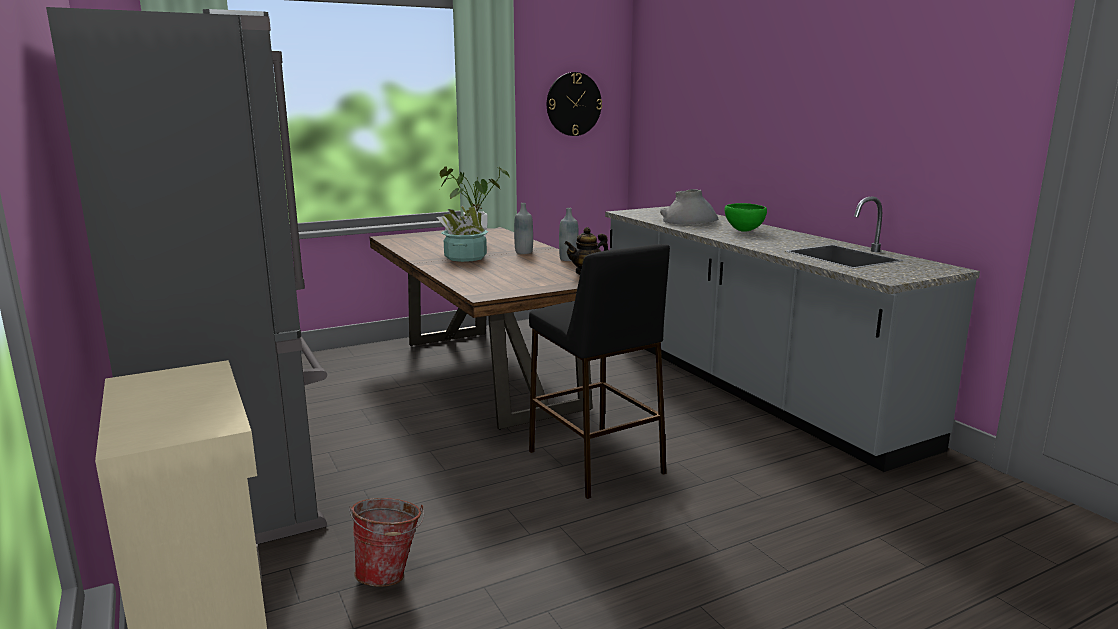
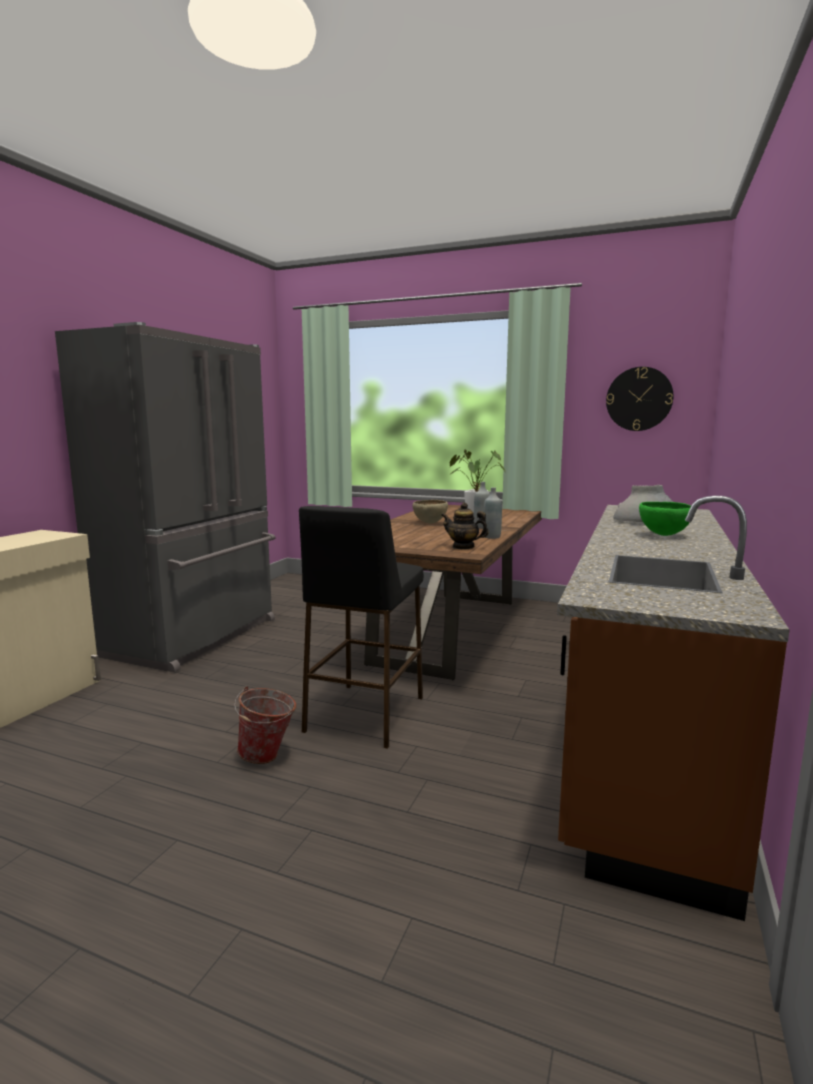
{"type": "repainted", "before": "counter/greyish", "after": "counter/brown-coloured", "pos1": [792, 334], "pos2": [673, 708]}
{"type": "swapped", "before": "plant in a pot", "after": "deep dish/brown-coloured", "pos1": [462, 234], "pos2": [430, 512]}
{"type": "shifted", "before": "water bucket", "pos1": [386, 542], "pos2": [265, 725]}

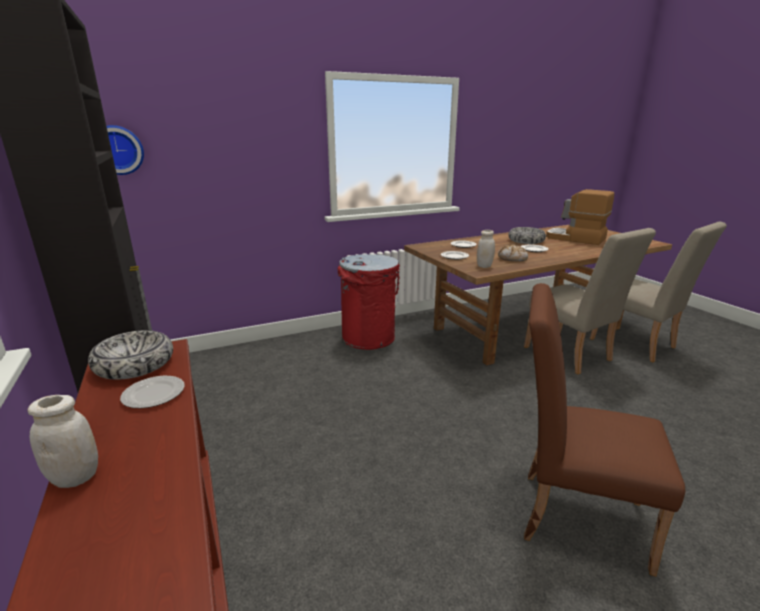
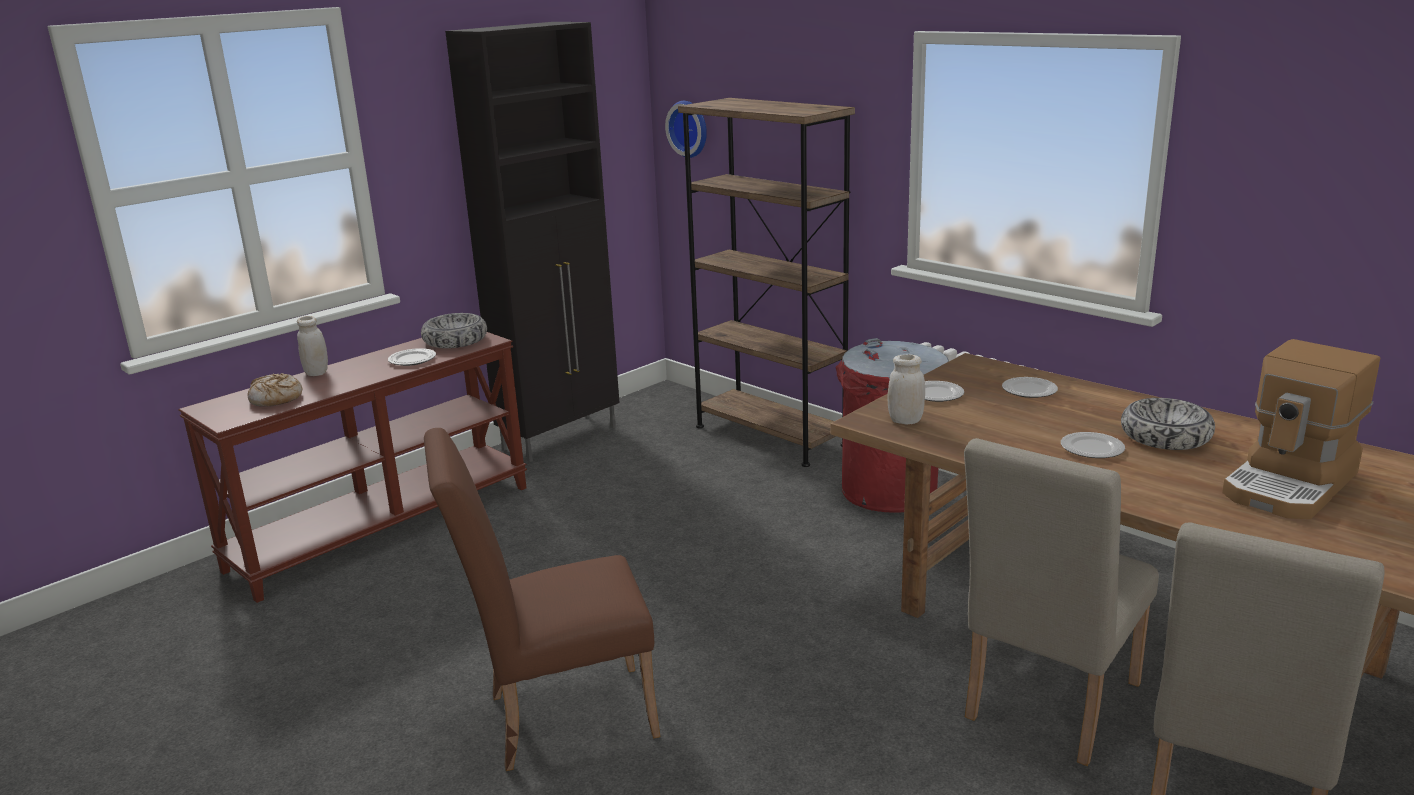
{"type": "rotated", "before": "coffee machine", "pos1": [580, 217], "pos2": [1301, 429], "turn": -150}
{"type": "shifted", "before": "bread", "pos1": [513, 253], "pos2": [275, 390]}
{"type": "rotated", "before": "plain chair/brown-coloured", "pos1": [604, 429], "pos2": [542, 599], "turn": -105}
{"type": "new", "after": "bookcase/brown-coloured", "pos2": [766, 282]}

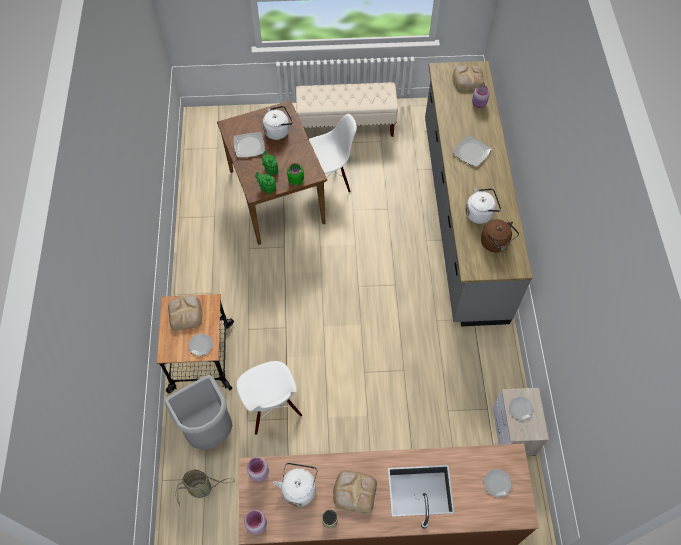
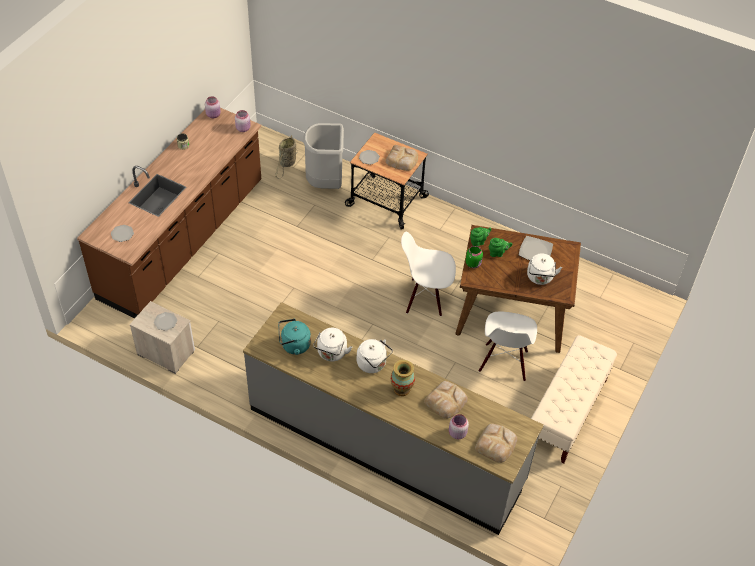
{"type": "swapped", "before": "plate", "after": "vase", "pos1": [472, 151], "pos2": [403, 378]}
{"type": "repainted", "before": "kettle/brown-coloured", "after": "kettle/turquoise", "pos1": [500, 236], "pos2": [294, 337]}
{"type": "shifted", "before": "plain chair/white-coloured", "pos1": [269, 398], "pos2": [428, 274]}
{"type": "shifted", "before": "kettle/white-coloured", "pos1": [295, 485], "pos2": [375, 356]}
{"type": "shifted", "before": "bread", "pos1": [355, 492], "pos2": [446, 400]}

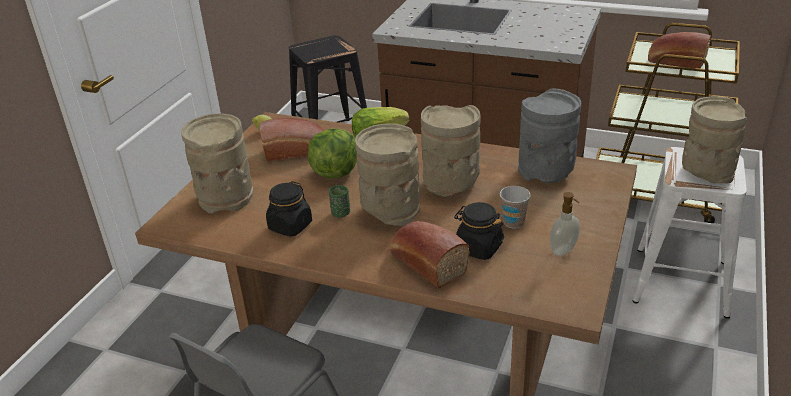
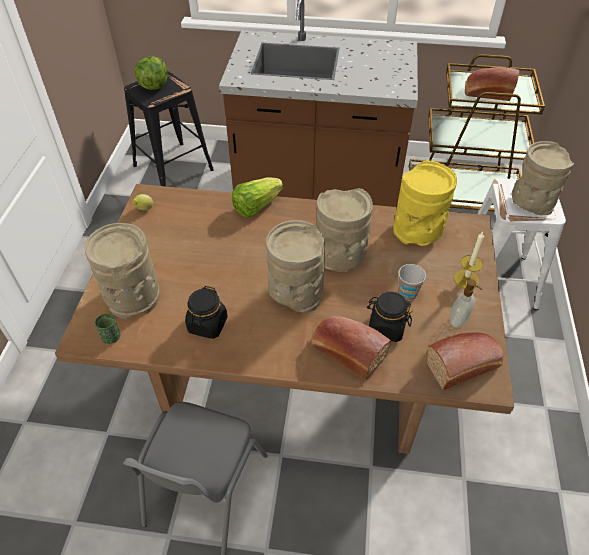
{"type": "repainted", "before": "vase/greyish", "after": "vase/yellow-coloured", "pos1": [549, 135], "pos2": [425, 203]}
{"type": "shifted", "before": "bread", "pos1": [292, 140], "pos2": [465, 361]}
{"type": "shifted", "before": "lettuce head", "pos1": [332, 153], "pos2": [151, 73]}
{"type": "shifted", "before": "cup/green", "pos1": [339, 201], "pos2": [107, 329]}
{"type": "new", "after": "wax light", "pos2": [469, 260]}

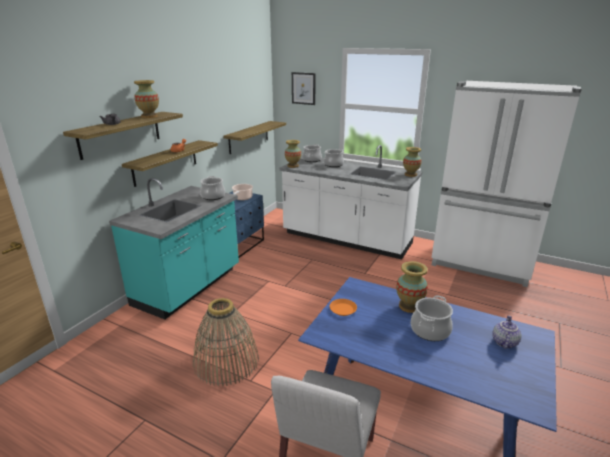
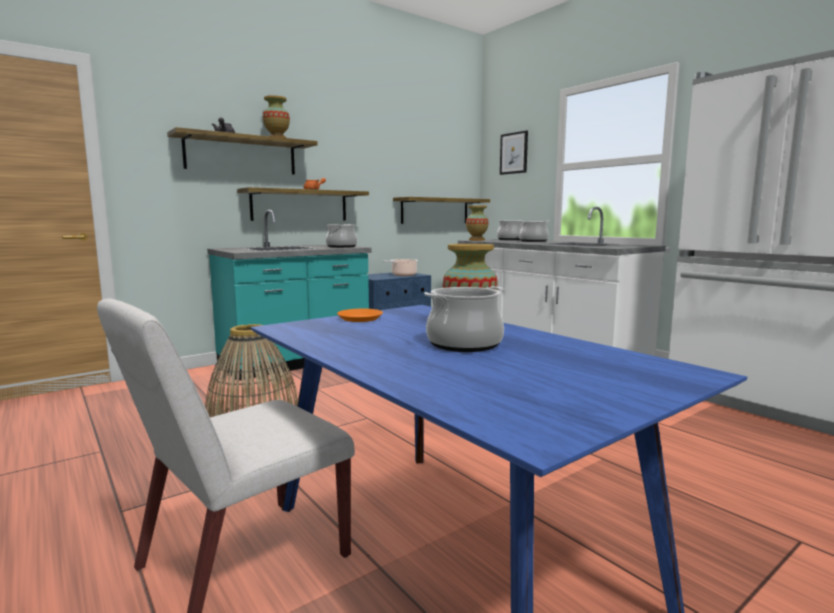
{"type": "gone", "before": "vase", "pos1": [412, 162]}
{"type": "gone", "before": "teapot", "pos1": [507, 332]}

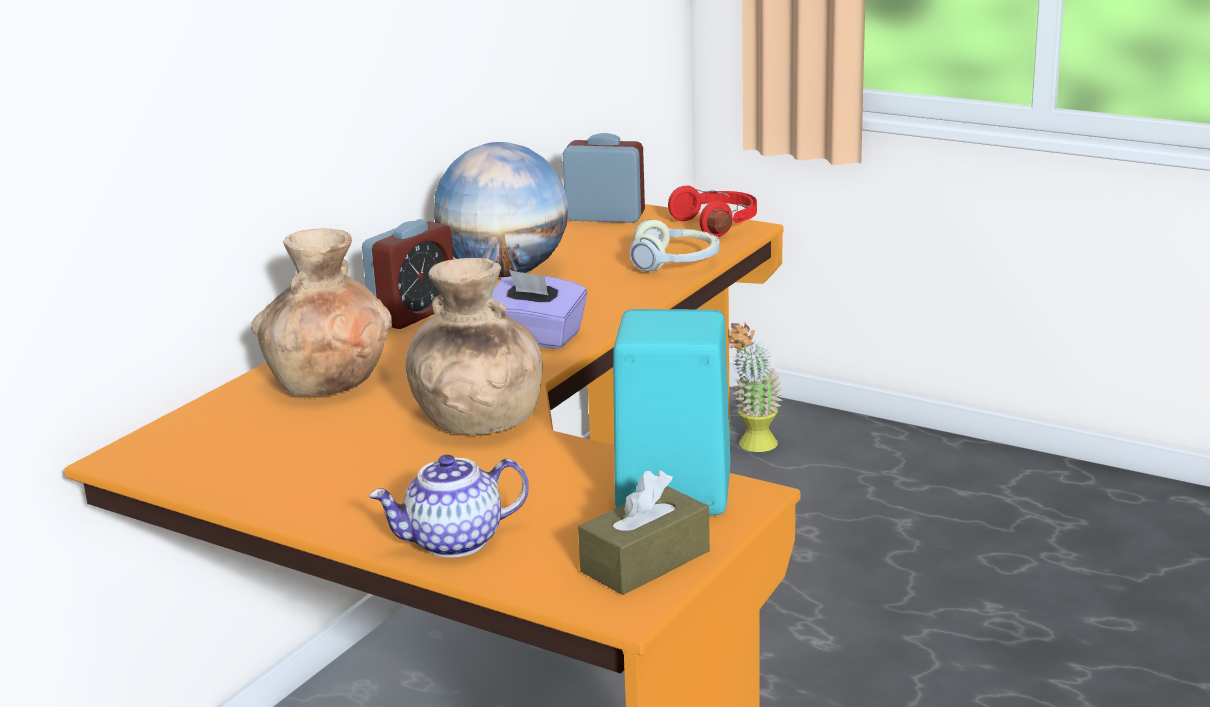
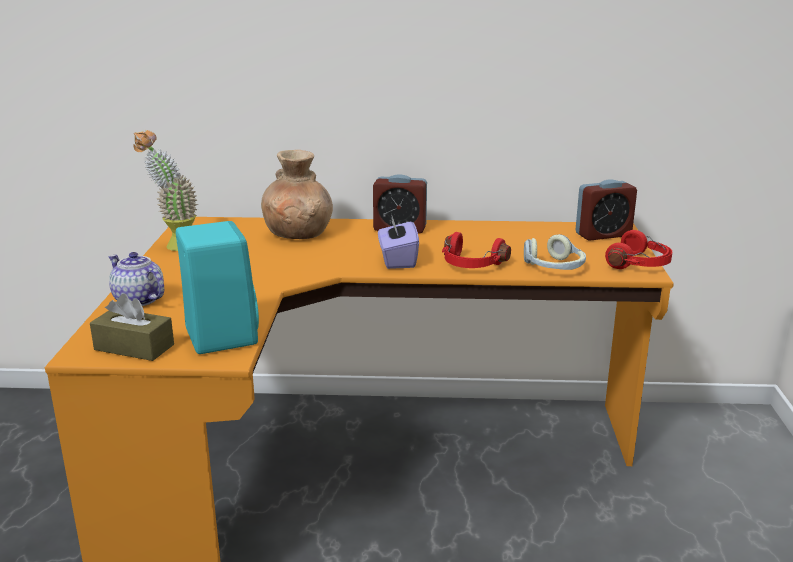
{"type": "rotated", "before": "bedside clock", "pos1": [604, 178], "pos2": [606, 210], "turn": 90}
{"type": "gone", "before": "world globe", "pos1": [501, 209]}
{"type": "gone", "before": "vase/brown-coloured", "pos1": [474, 346]}
{"type": "shifted", "before": "plant in a pot", "pos1": [756, 387], "pos2": [165, 190]}
{"type": "new", "after": "headset/red", "pos2": [476, 250]}

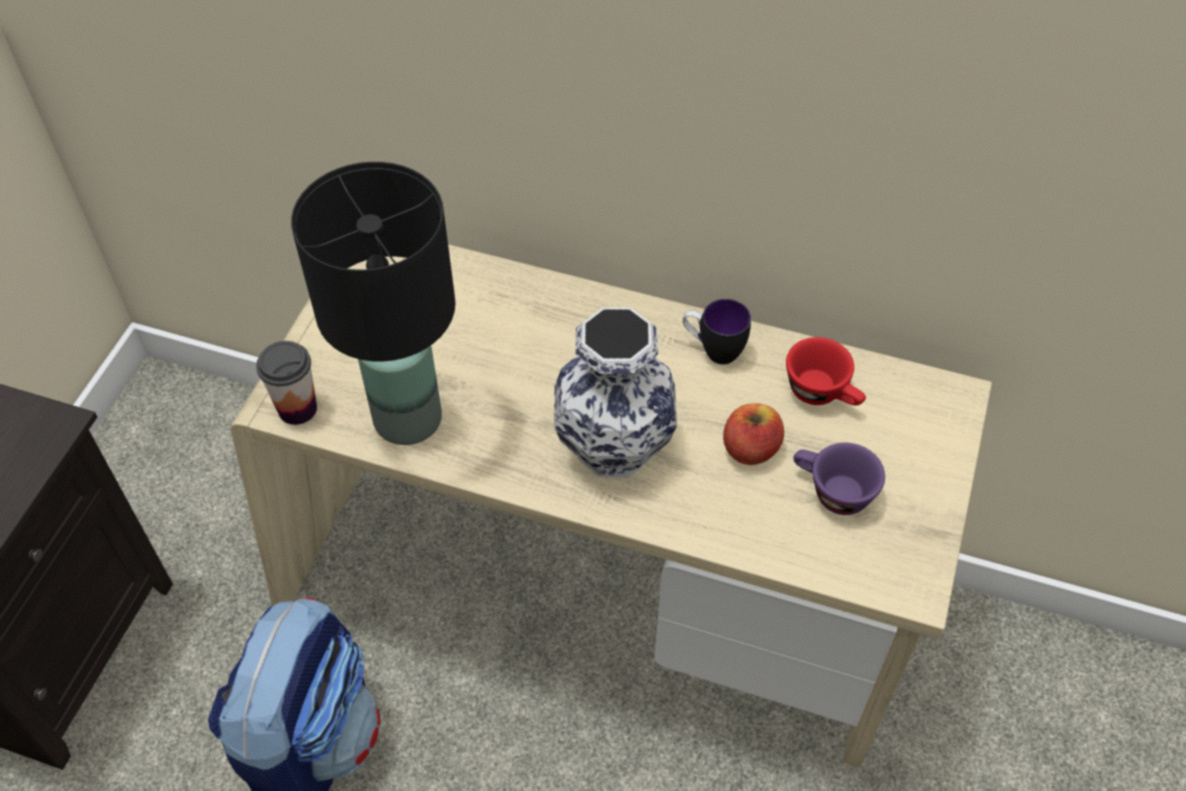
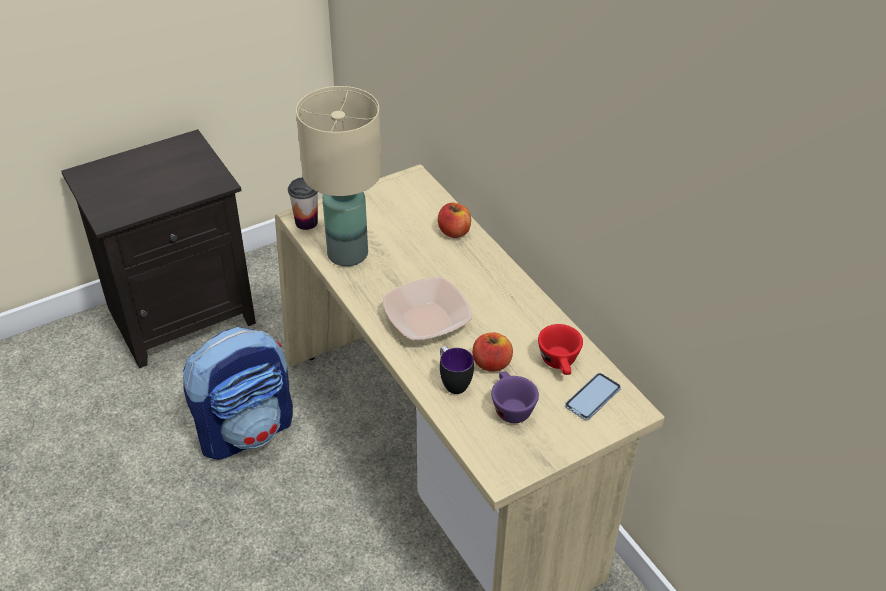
{"type": "repainted", "before": "tabletop lamp/black", "after": "tabletop lamp/beige", "pos1": [373, 303], "pos2": [339, 176]}
{"type": "shifted", "before": "tea mug", "pos1": [717, 331], "pos2": [457, 370]}
{"type": "swapped", "before": "vase", "after": "deep dish", "pos1": [615, 392], "pos2": [427, 308]}
{"type": "new", "after": "apple", "pos2": [454, 220]}
{"type": "new", "after": "phone", "pos2": [593, 396]}

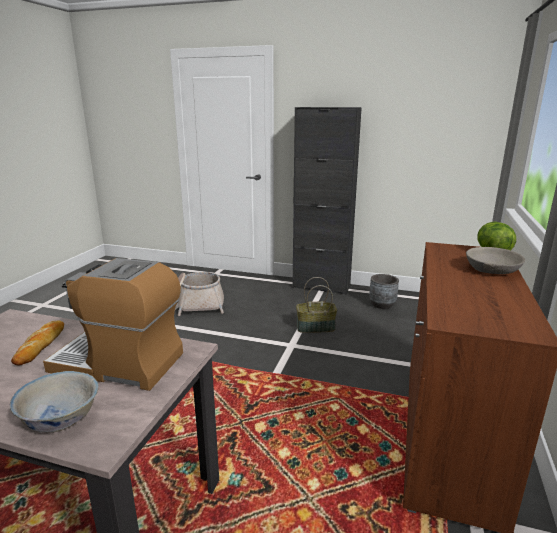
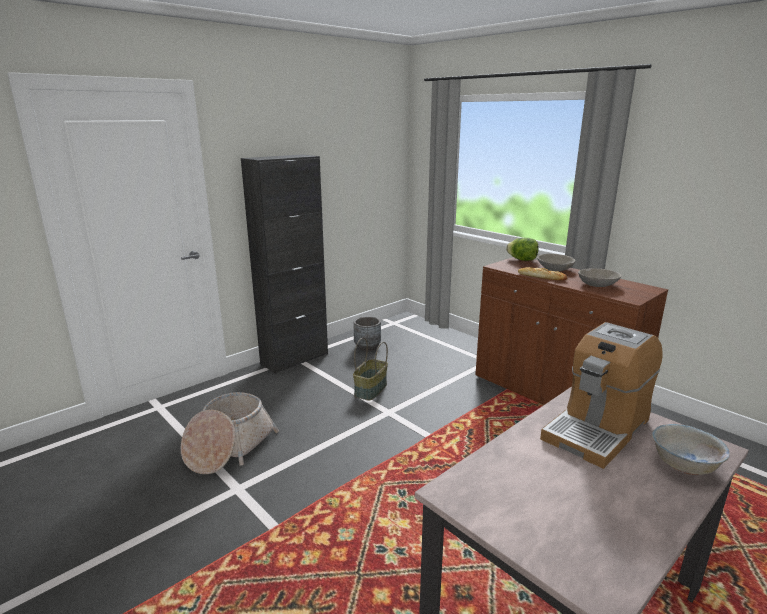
{"type": "shifted", "before": "bread", "pos1": [37, 342], "pos2": [542, 274]}
{"type": "new", "after": "deep dish/greyish", "pos2": [600, 277]}

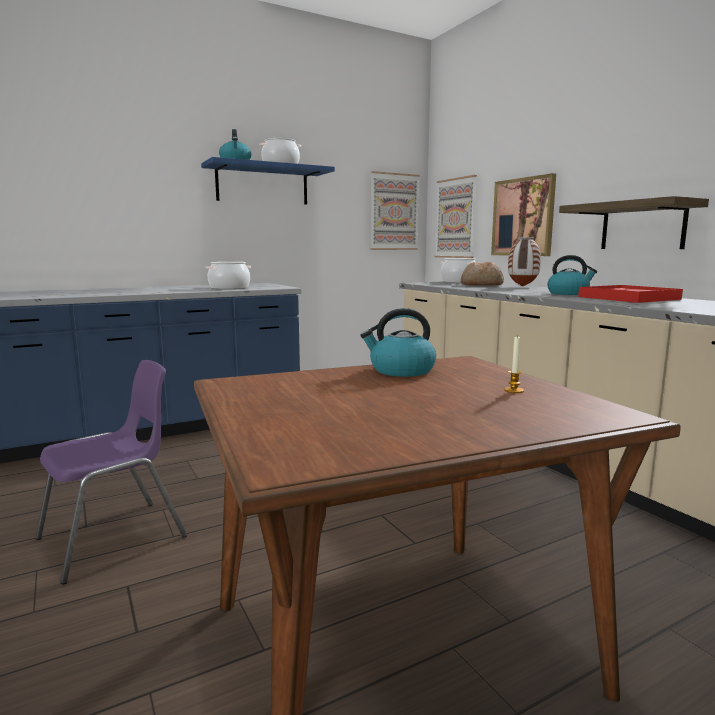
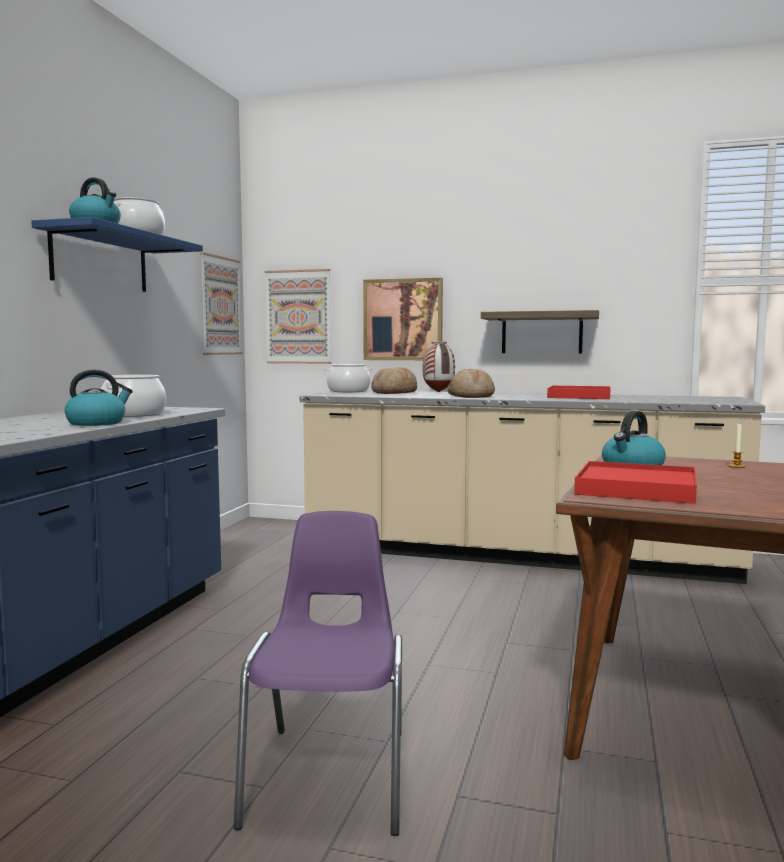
{"type": "shifted", "before": "kettle", "pos1": [572, 275], "pos2": [99, 398]}
{"type": "new", "after": "bread", "pos2": [471, 383]}
{"type": "new", "after": "serving tray/red", "pos2": [635, 482]}

